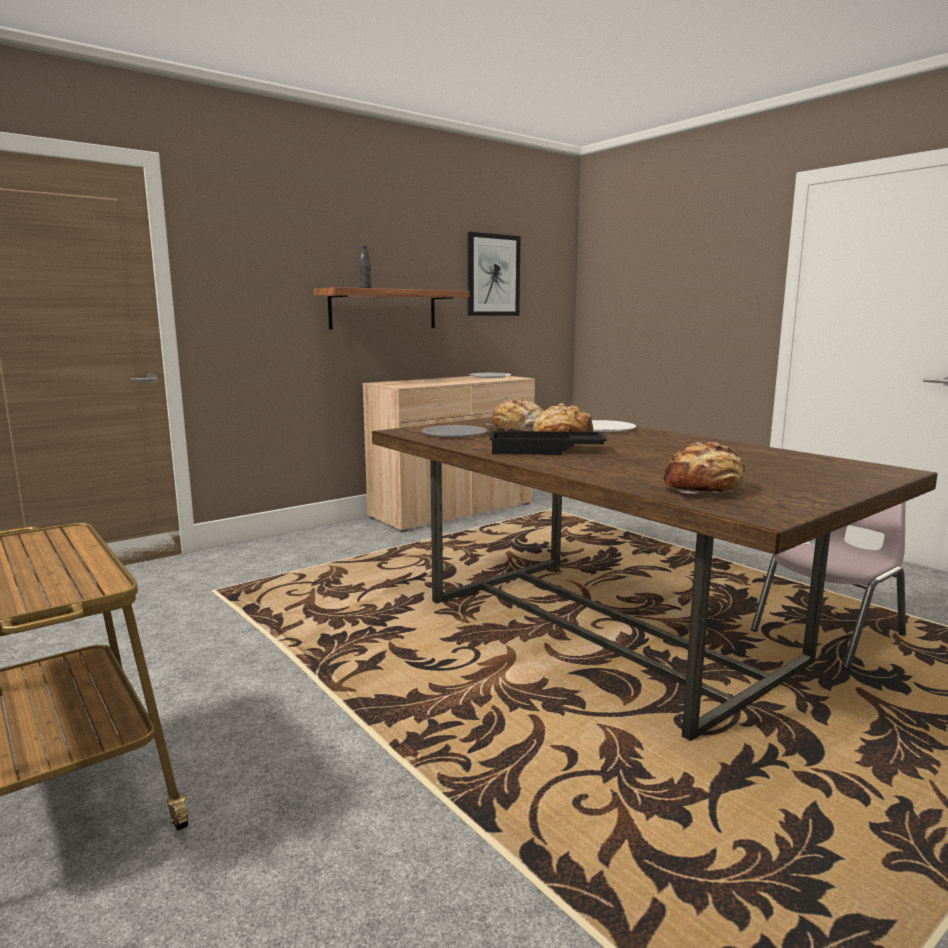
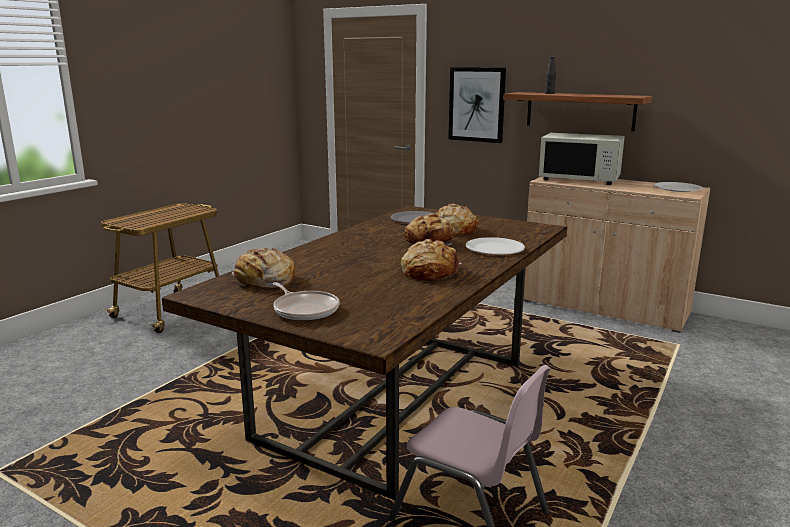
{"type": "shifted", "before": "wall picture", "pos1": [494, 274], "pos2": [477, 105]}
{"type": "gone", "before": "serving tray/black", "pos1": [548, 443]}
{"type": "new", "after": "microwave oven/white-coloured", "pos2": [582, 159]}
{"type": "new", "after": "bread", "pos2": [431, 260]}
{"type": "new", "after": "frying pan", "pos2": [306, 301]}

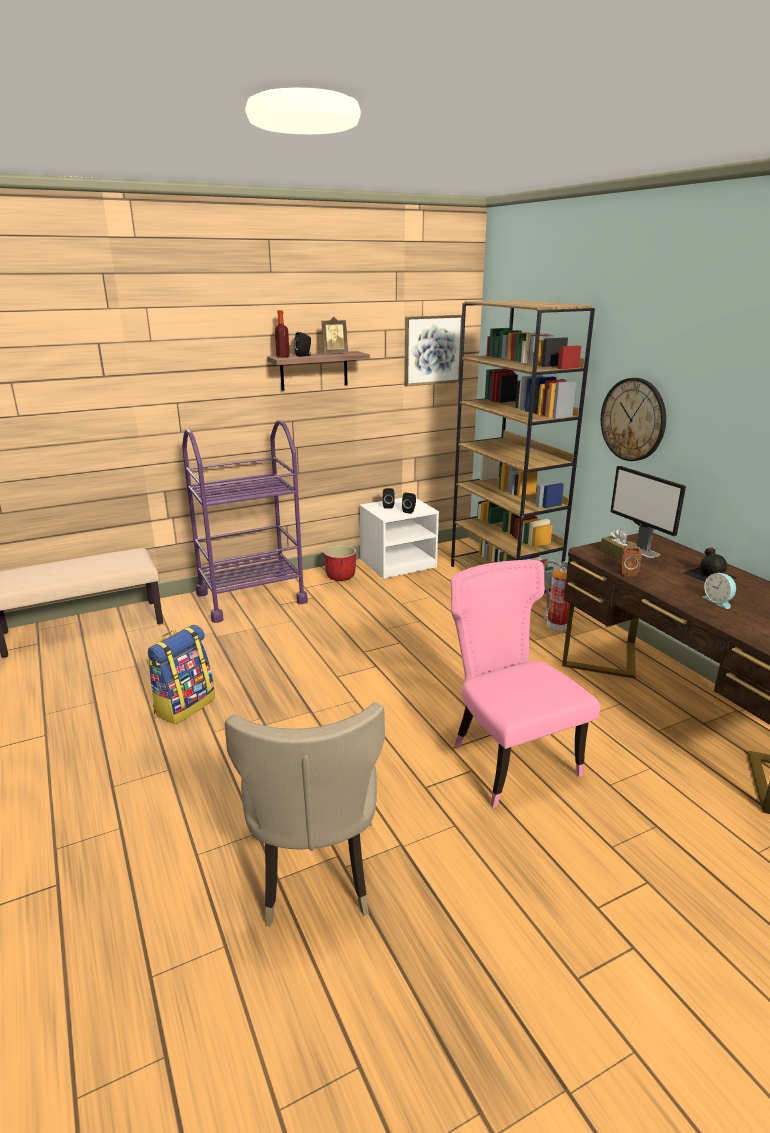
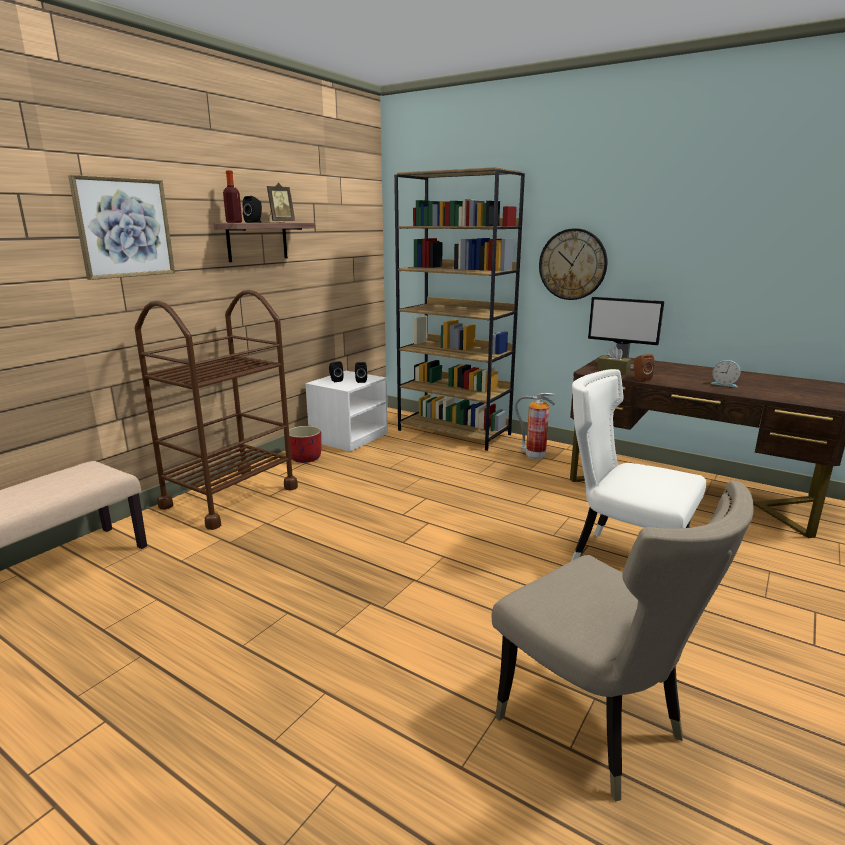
{"type": "shifted", "before": "wall picture", "pos1": [433, 351], "pos2": [121, 227]}
{"type": "repainted", "before": "wheeled cart/purplish", "after": "wheeled cart/brown-coloured", "pos1": [245, 521], "pos2": [216, 410]}
{"type": "gone", "before": "drink bottle/black", "pos1": [710, 564]}
{"type": "repainted", "before": "plain chair/pink-coloured", "after": "plain chair/white-coloured", "pos1": [525, 684], "pos2": [638, 465]}
{"type": "gone", "before": "backpack", "pos1": [180, 674]}

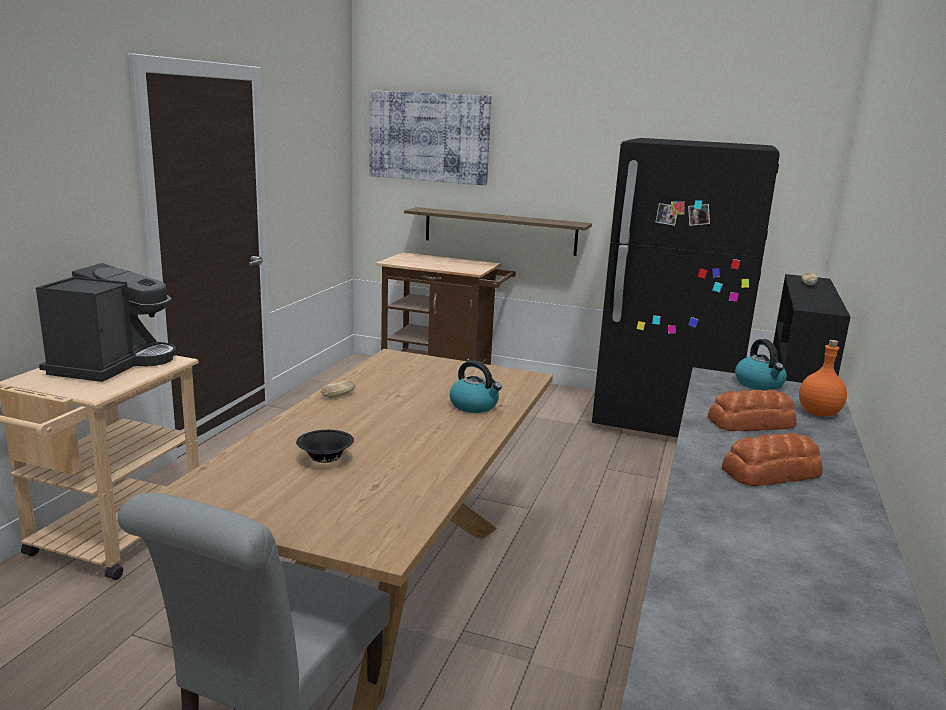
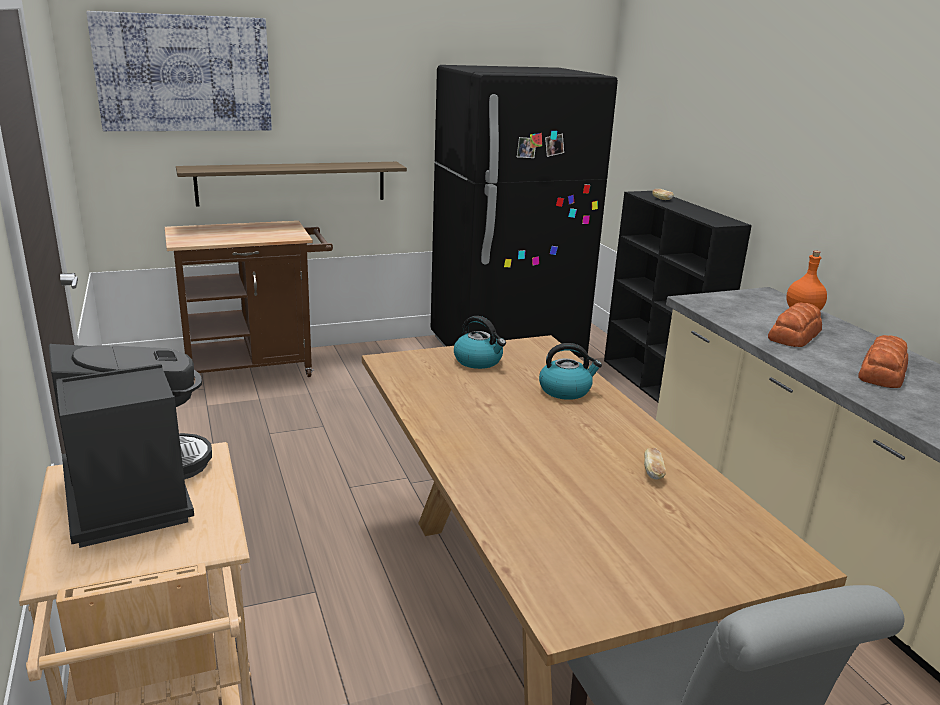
{"type": "shifted", "before": "kettle", "pos1": [761, 365], "pos2": [480, 342]}
{"type": "shifted", "before": "bread", "pos1": [338, 389], "pos2": [655, 463]}
{"type": "gone", "before": "deep dish/black", "pos1": [325, 446]}

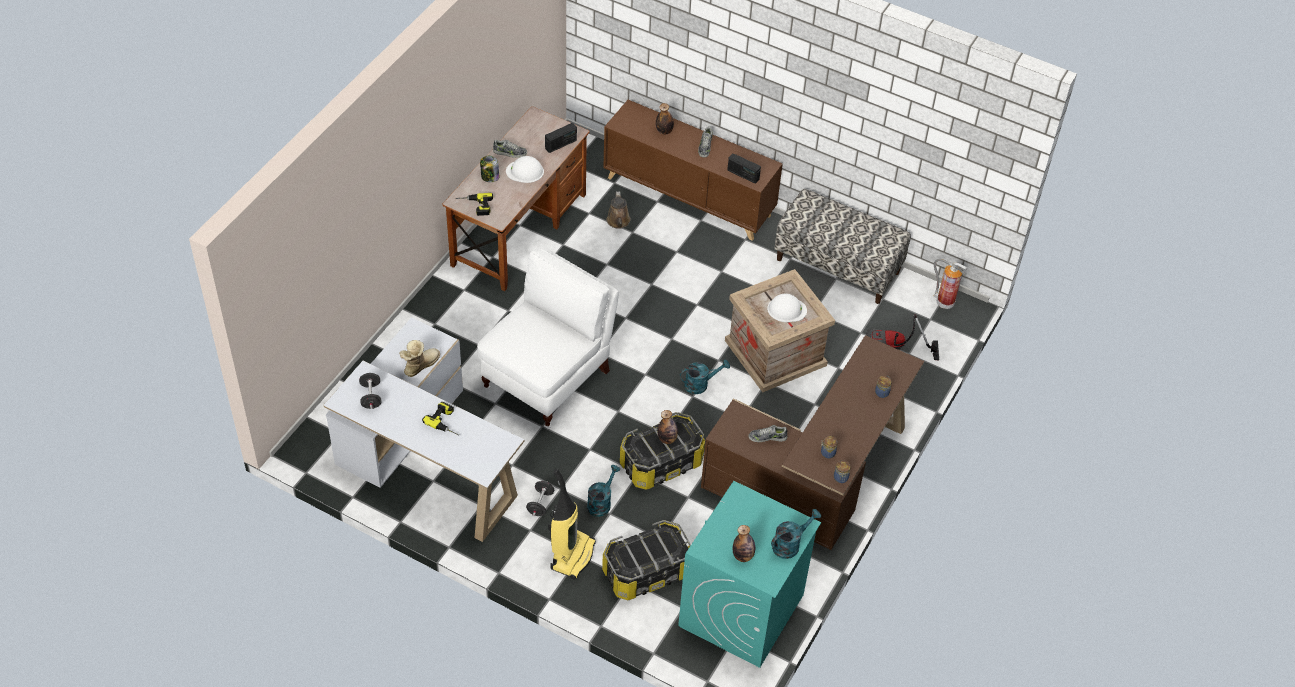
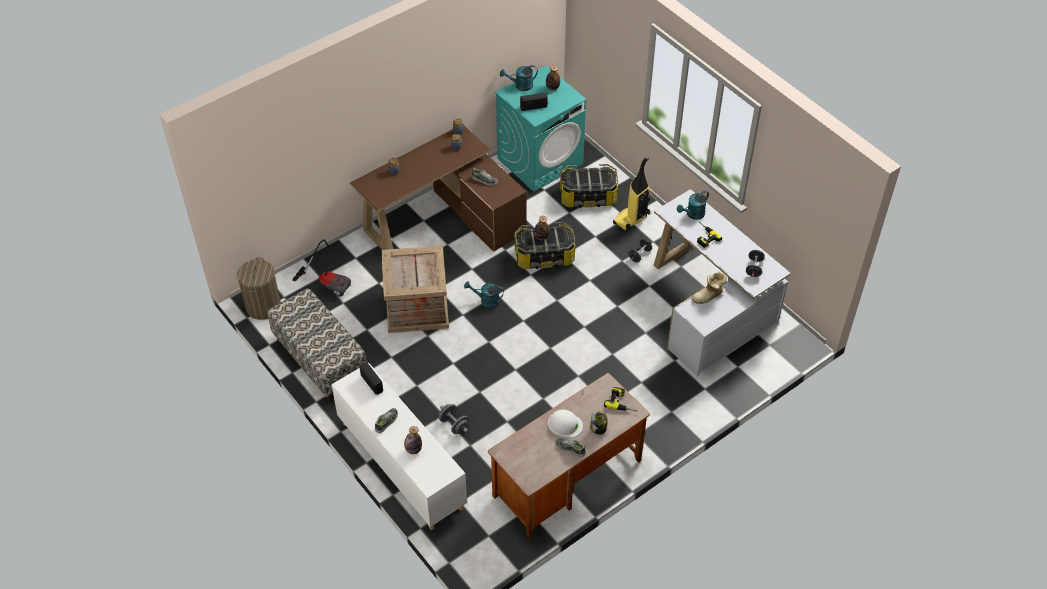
{"type": "repainted", "before": "cupboard/brown-coloured", "after": "cupboard/white-coloured", "pos1": [693, 170], "pos2": [399, 446]}
{"type": "shifted", "before": "radio receiver", "pos1": [561, 138], "pos2": [534, 102]}
{"type": "gone", "before": "sprinkling can/brown-coloured", "pos1": [619, 209]}
{"type": "gone", "before": "plain chair/white-coloured", "pos1": [548, 339]}
{"type": "swapped", "before": "fire extinguisher", "after": "hamper", "pos1": [950, 284], "pos2": [259, 288]}
{"type": "gone", "before": "safety helmet/white-coloured", "pos1": [787, 308]}
{"type": "shifted", "before": "sprinkling can/turquoise", "pos1": [603, 491], "pos2": [693, 205]}
{"type": "new", "after": "dumbbell/greyish", "pos2": [454, 419]}

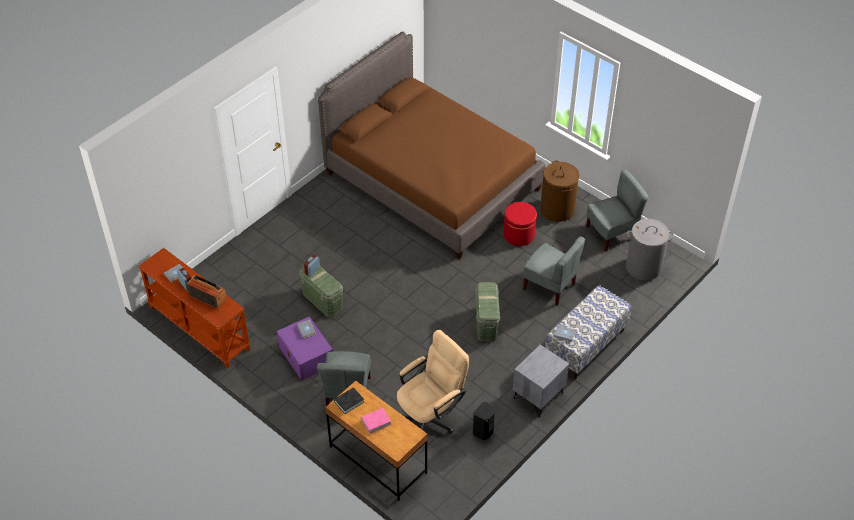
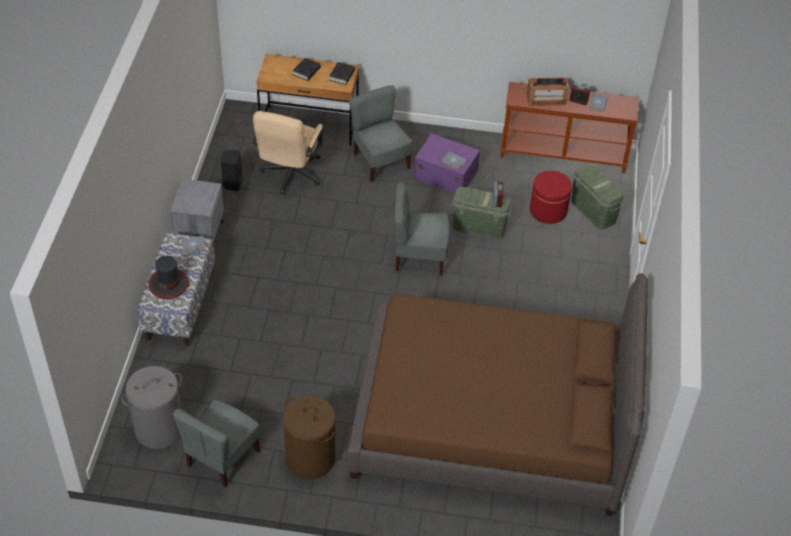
{"type": "shifted", "before": "ottoman/red", "pos1": [520, 224], "pos2": [551, 197]}
{"type": "shifted", "before": "plain chair/greyish", "pos1": [554, 271], "pos2": [422, 229]}
{"type": "shifted", "before": "storage container/green", "pos1": [487, 311], "pos2": [597, 197]}
{"type": "repainted", "before": "book/pink-coloured", "after": "book/black", "pos1": [376, 421], "pos2": [306, 69]}
{"type": "new", "after": "hat", "pos2": [168, 277]}

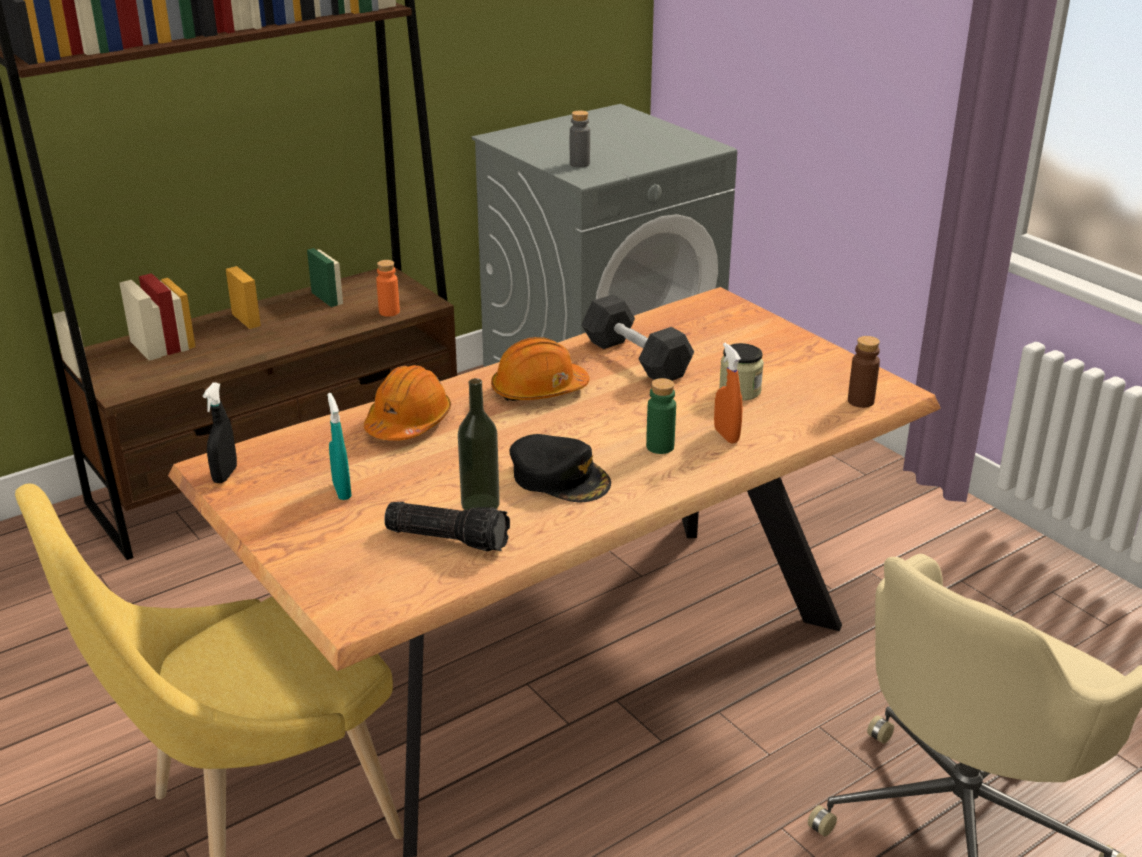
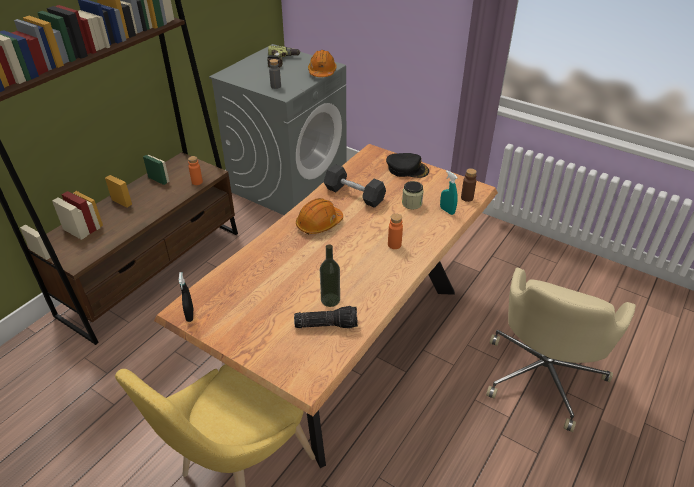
{"type": "gone", "before": "sprayer/orange", "pos1": [728, 393]}
{"type": "shifted", "before": "safety helmet/orange", "pos1": [407, 403], "pos2": [322, 63]}
{"type": "repainted", "before": "drink bottle/green", "after": "drink bottle/orange", "pos1": [661, 416], "pos2": [395, 231]}
{"type": "shifted", "before": "sprayer/turquoise", "pos1": [339, 446], "pos2": [449, 192]}
{"type": "shifted", "before": "peaked cap/black", "pos1": [560, 468], "pos2": [407, 165]}
{"type": "new", "after": "power drill", "pos2": [284, 57]}

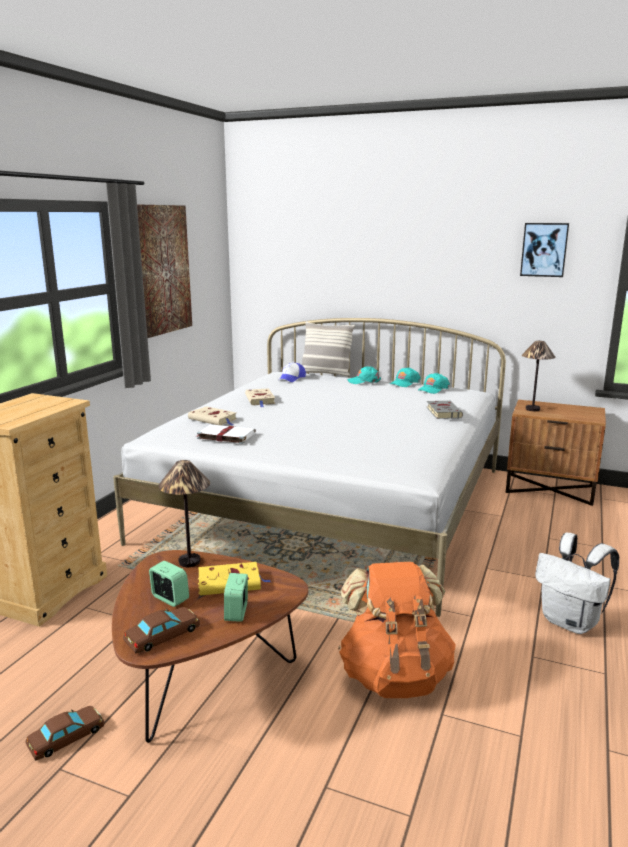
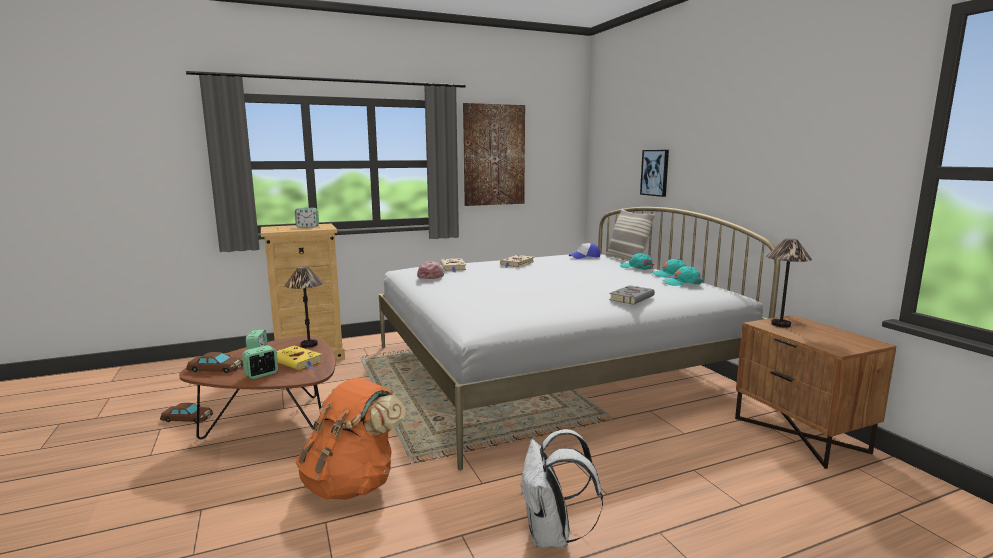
{"type": "shifted", "before": "wall picture", "pos1": [544, 250], "pos2": [654, 173]}
{"type": "swapped", "before": "book/white-coloured", "after": "peaked cap/pink-coloured", "pos1": [226, 434], "pos2": [430, 270]}
{"type": "new", "after": "bedside clock", "pos2": [307, 218]}

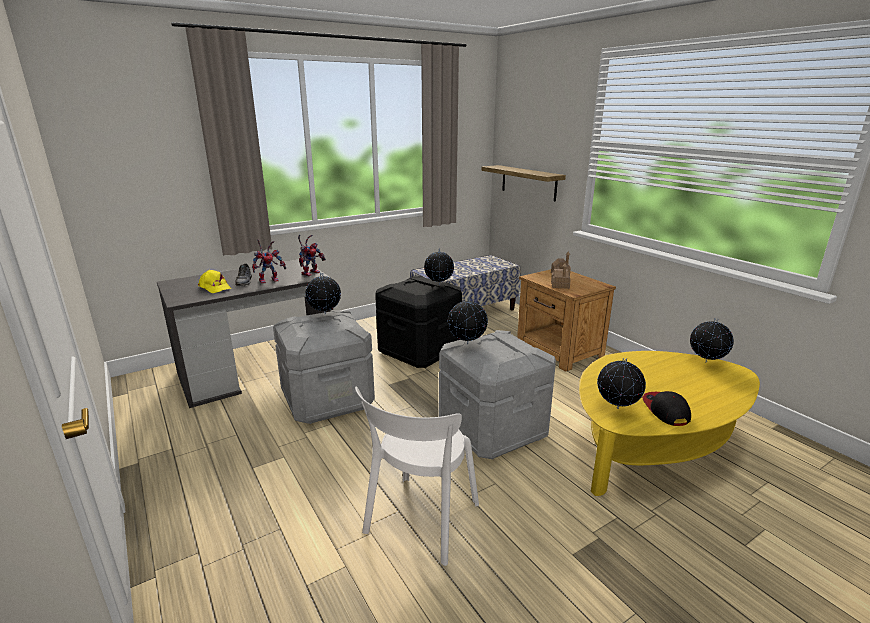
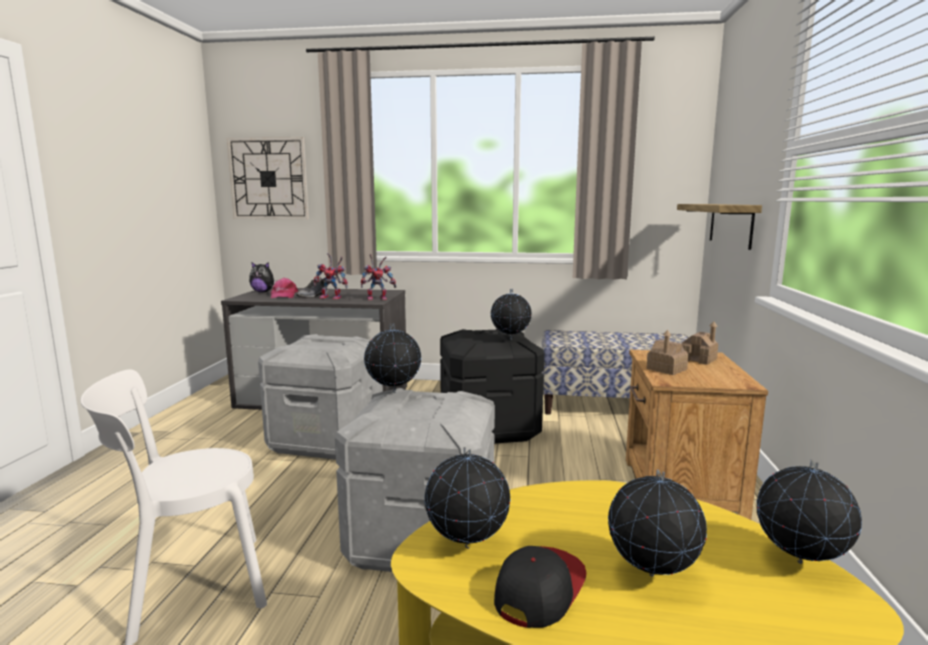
{"type": "repainted", "before": "peaked cap/yellow-coloured", "after": "peaked cap/pink-coloured", "pos1": [214, 281], "pos2": [284, 288]}
{"type": "shifted", "before": "world globe", "pos1": [323, 293], "pos2": [657, 523]}
{"type": "new", "after": "clock on the wall", "pos2": [268, 178]}
{"type": "new", "after": "cuddly toy", "pos2": [263, 277]}

